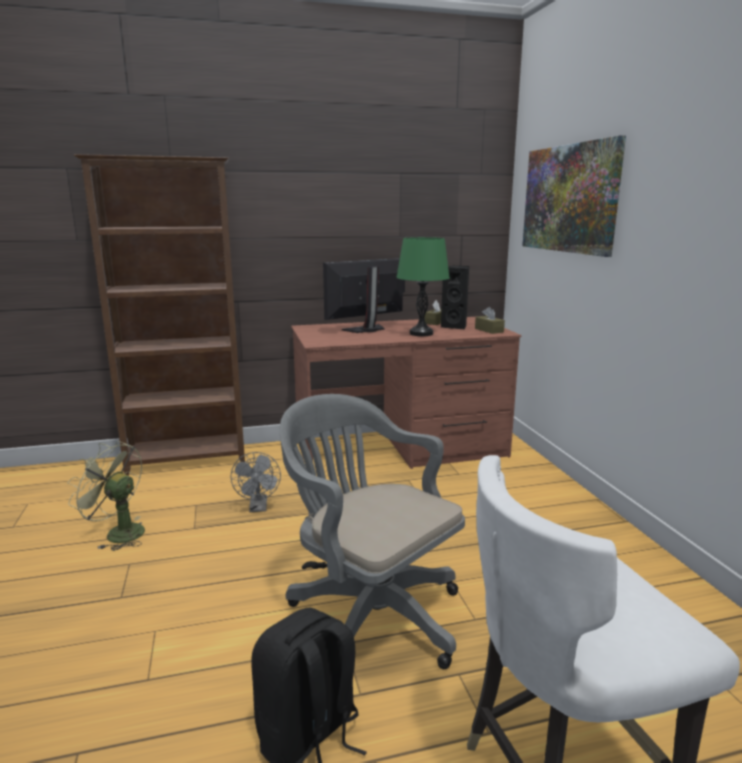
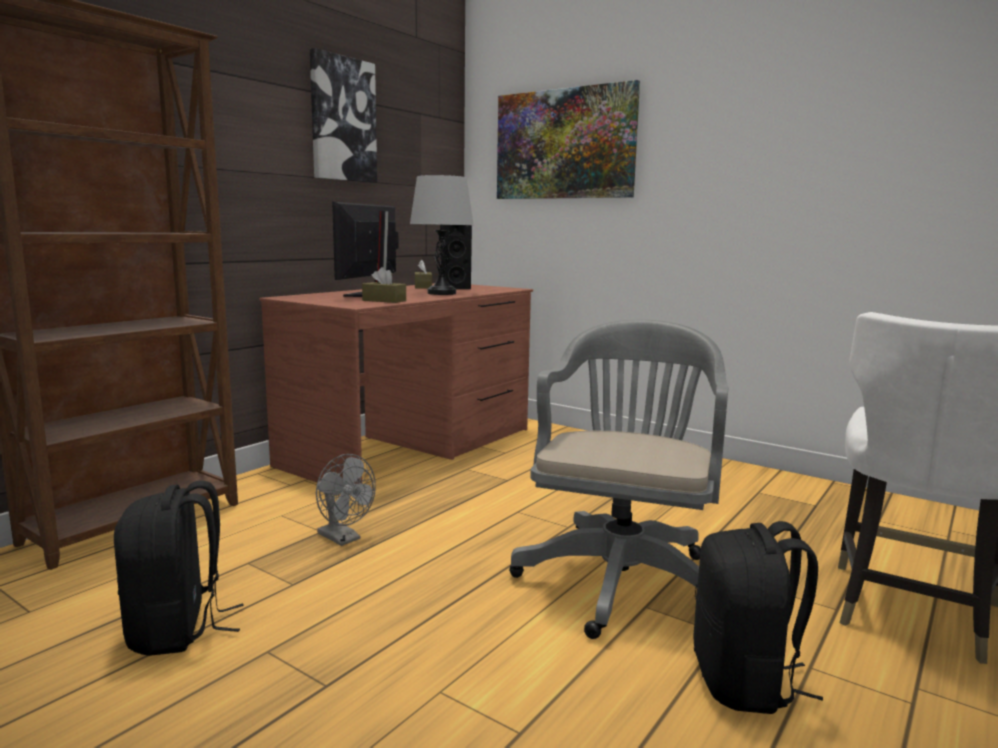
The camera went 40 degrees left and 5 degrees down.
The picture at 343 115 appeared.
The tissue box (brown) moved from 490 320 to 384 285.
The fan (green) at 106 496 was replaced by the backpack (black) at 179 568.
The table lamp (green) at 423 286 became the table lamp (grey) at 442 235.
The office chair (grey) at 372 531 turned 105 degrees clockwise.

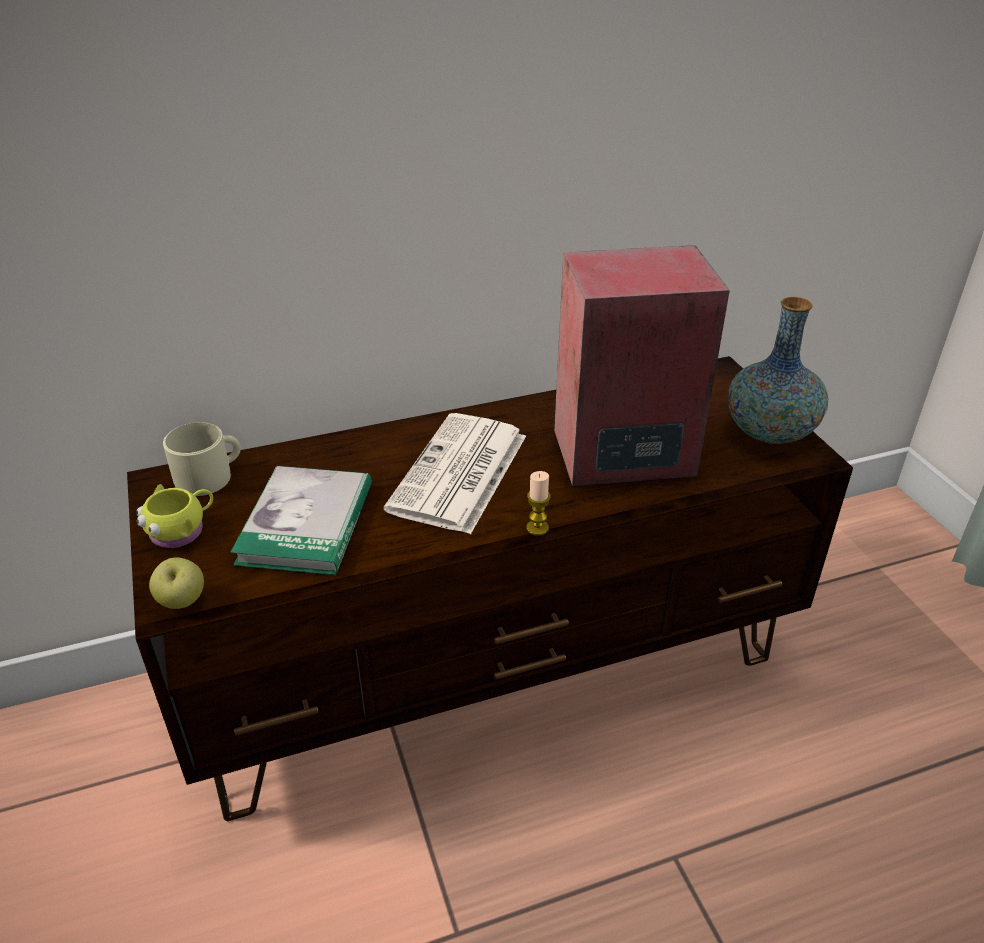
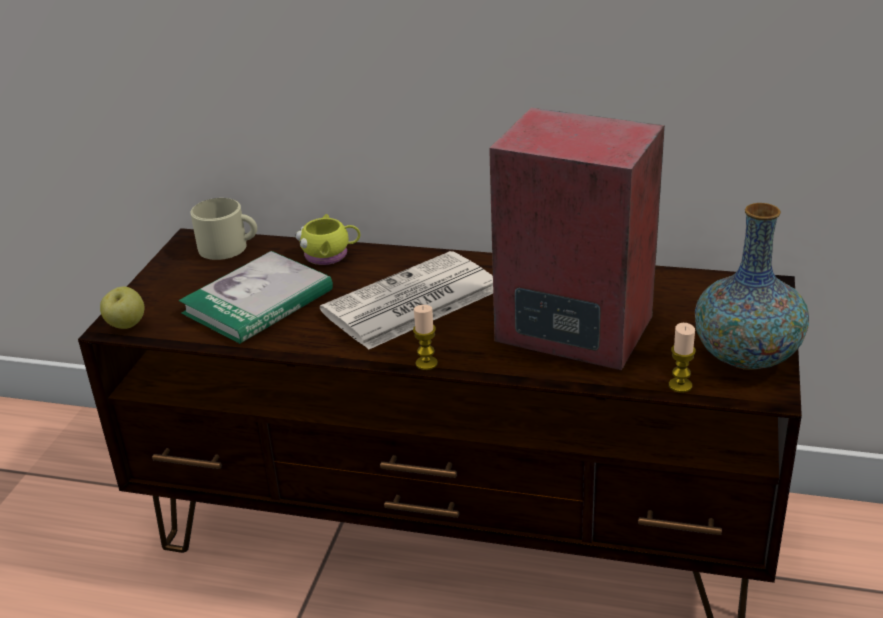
The camera went 35 degrees right and 5 degrees down.
The candle at 682 358 appeared.
The mug (yellow) moved from 174 516 to 328 239.

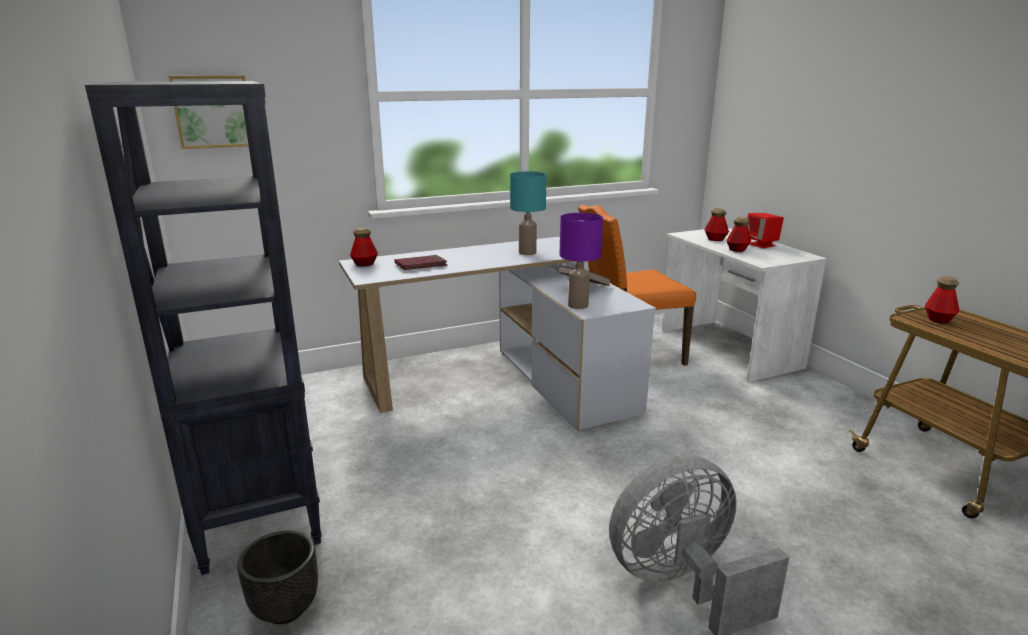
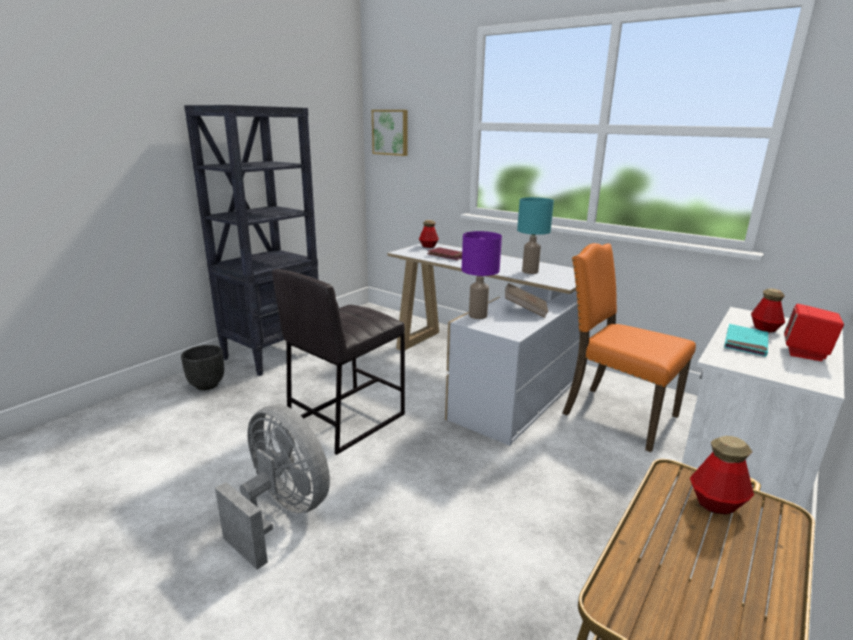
The camera went 60 degrees right and 0 degrees up.
The stool (grey) at 338 362 appeared.
The bottle at 738 234 was replaced by the book (turquoise) at 746 340.

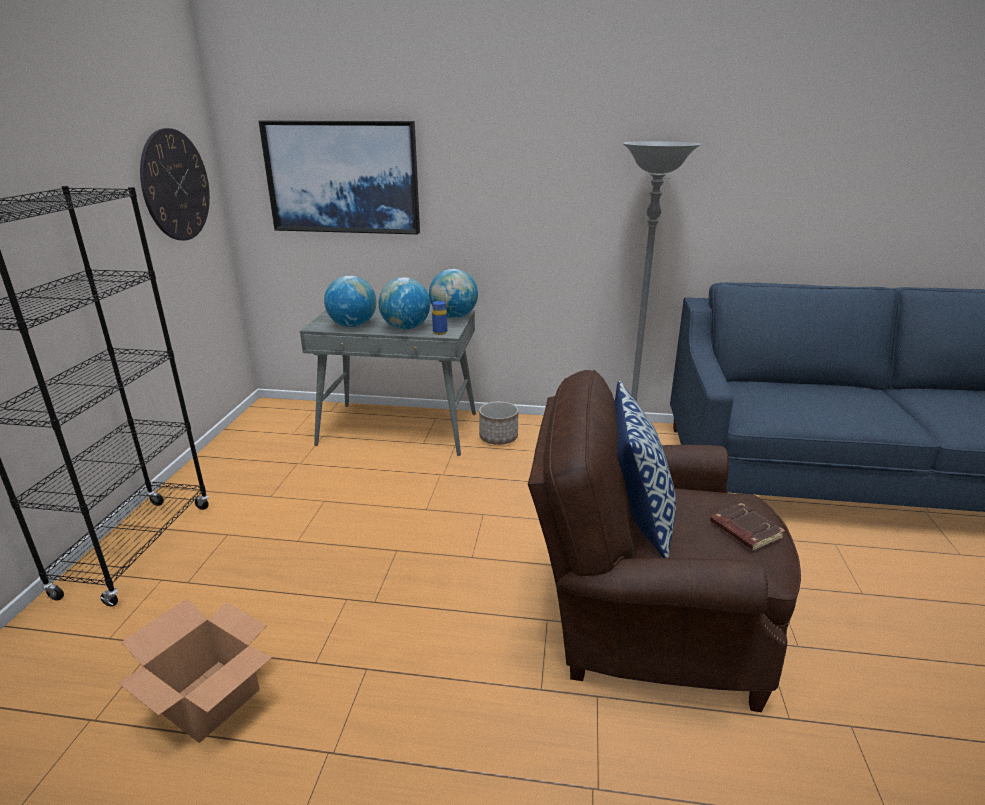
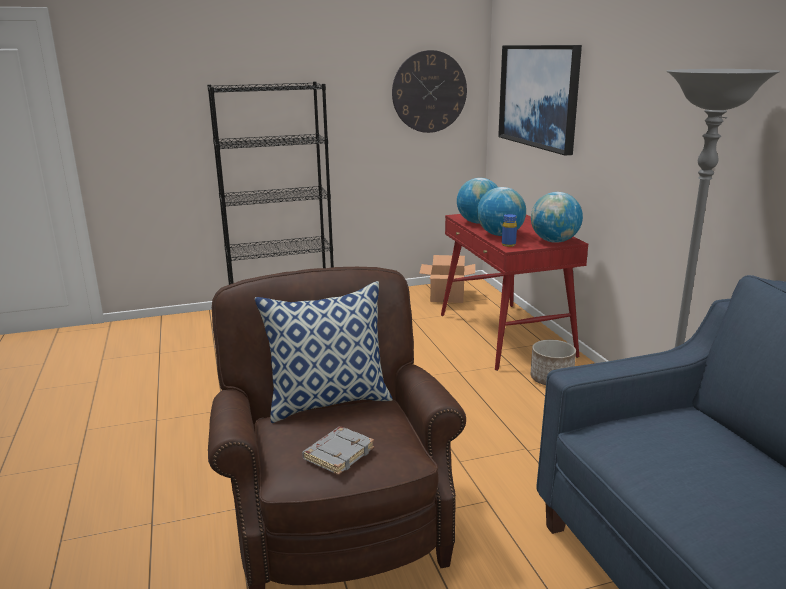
The camera went 65 degrees right and 5 degrees down.
The cardboard box moved from 194 670 to 447 279.
The desk (grey) at 388 381 became the desk (red) at 514 292.
The book (brown) at 747 527 became the book (grey) at 338 450.

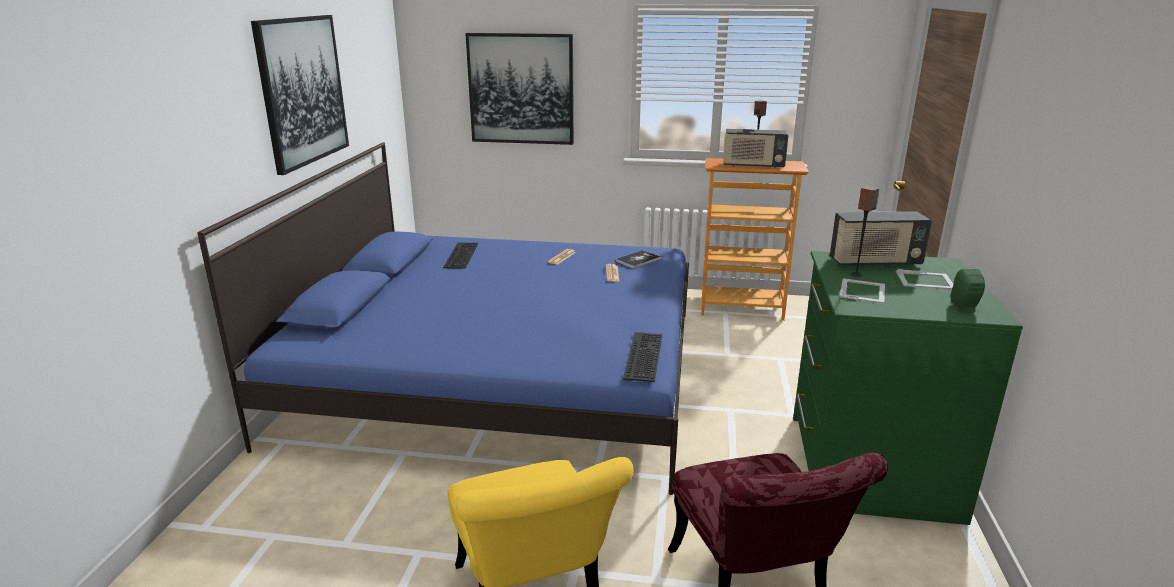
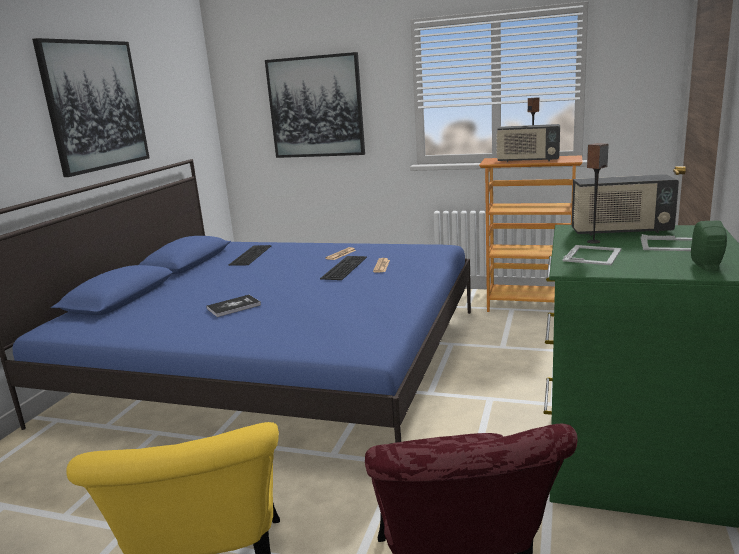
The camera went 10 degrees right and 5 degrees down.
The book moved from 638 259 to 233 306.
The keyboard moved from 643 357 to 343 268.

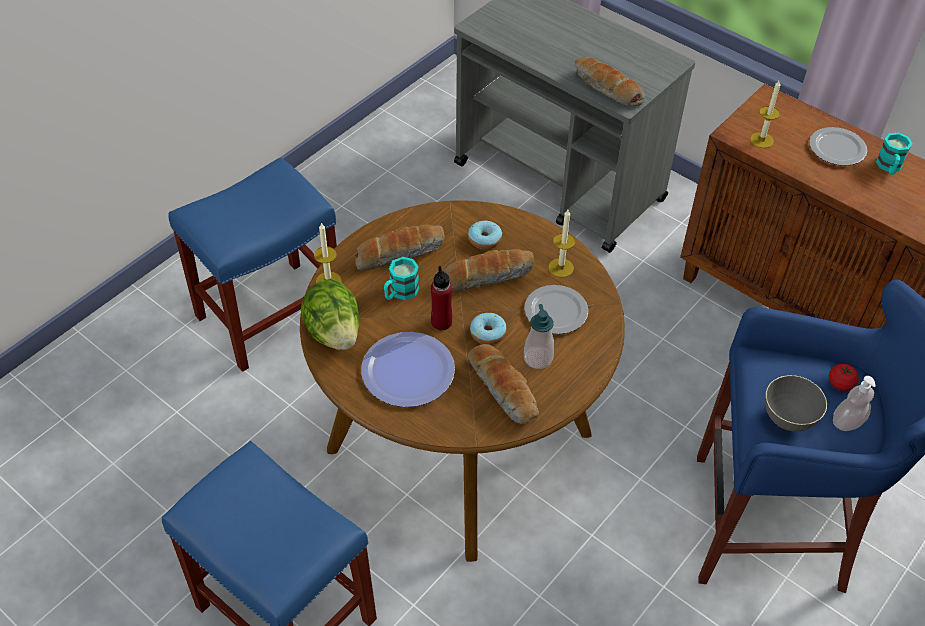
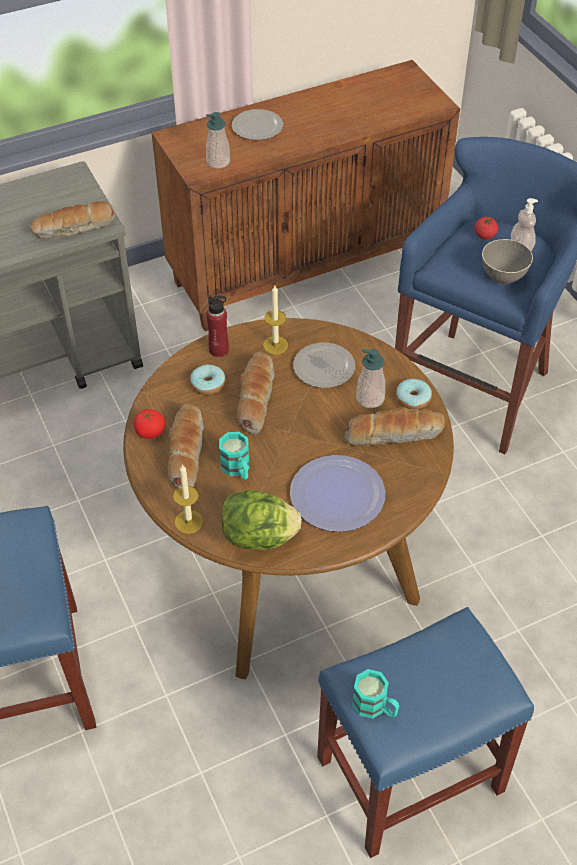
The camera went 65 degrees left and 0 degrees up.
The tomato at 149 424 appeared.
The bottle (red) moved from 441 298 to 217 326.
The donut moved from 488 329 to 414 394.
The mug (turquoise) moved from 894 154 to 375 694.
The candle at 765 113 was replaced by the soap dispenser at 218 140.

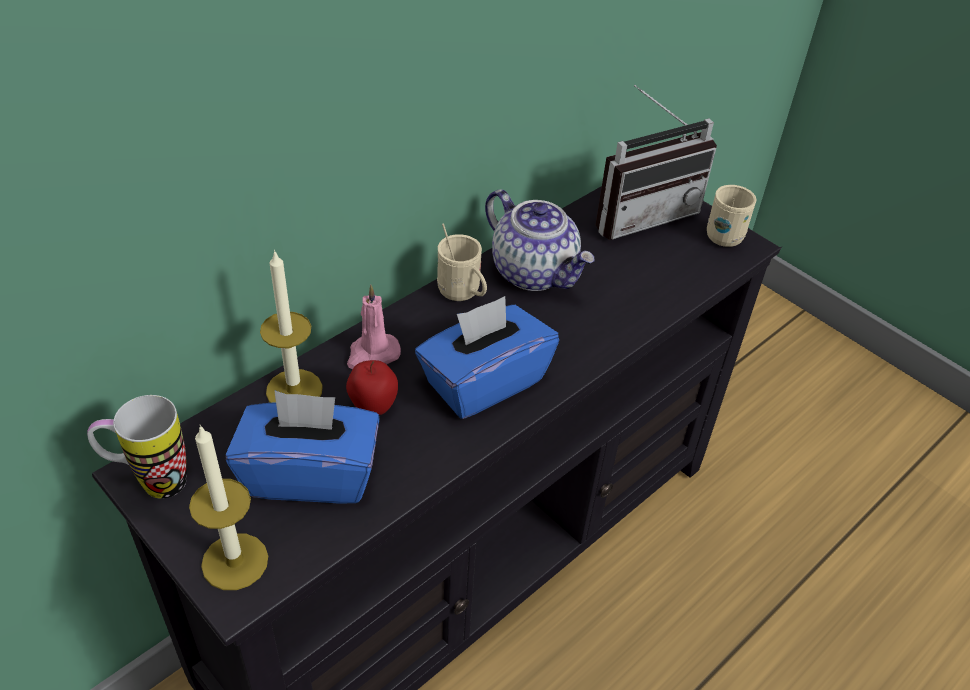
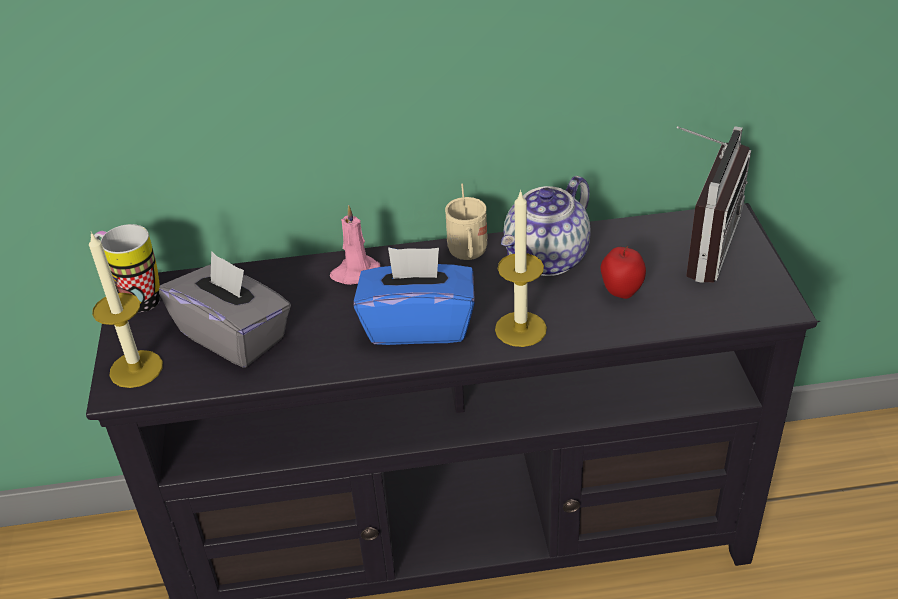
The camera went 40 degrees right and 5 degrees down.
The mug (beige) at 731 216 disappeared.
The candle moved from 291 326 to 521 268.
The apple moved from 372 387 to 623 272.
The tissue box (blue) at 303 447 became the tissue box (grey) at 225 309.
The teapot at 539 240 turned 45 degrees clockwise.
The radio at 656 162 turned 75 degrees counterclockwise.

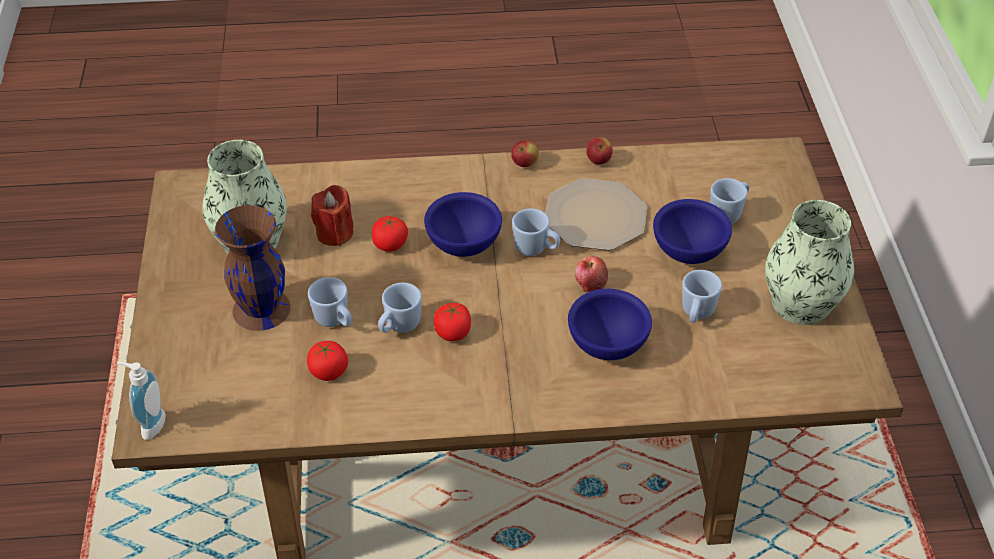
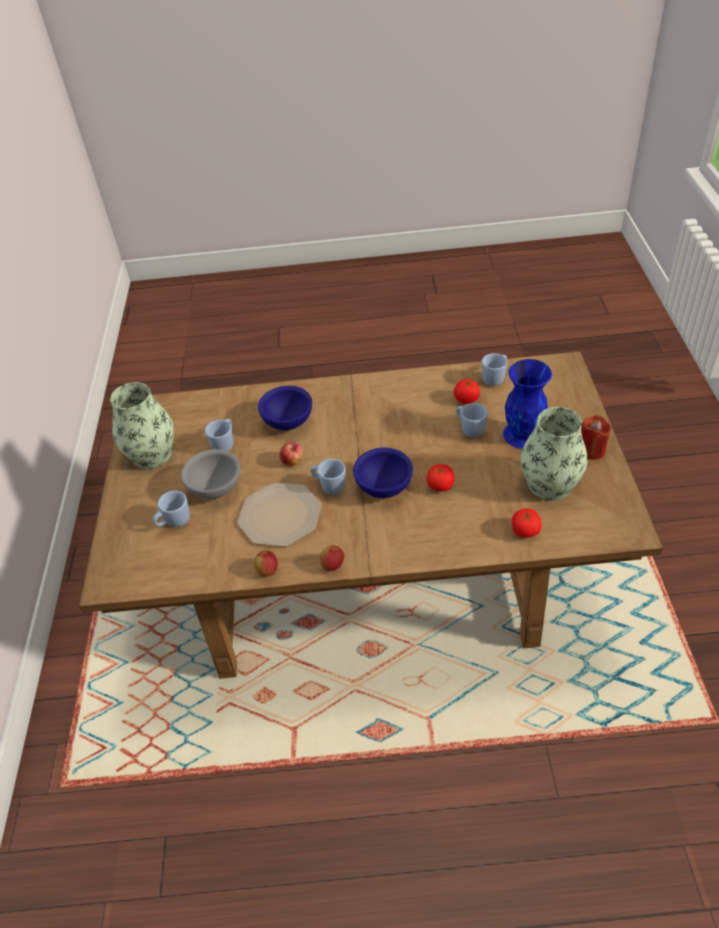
The camera went 175 degrees left and 0 degrees up.
The soap dispenser at 141 401 disappeared.
The candle (red) moved from 332 215 to 596 437.
The mug (blue) moved from 400 308 to 494 369.
The tomato moved from 452 322 to 526 523.
The vase (brown) at 253 268 became the vase (blue) at 527 404.
The bowl (blue) at 692 231 became the bowl (grey) at 210 474.

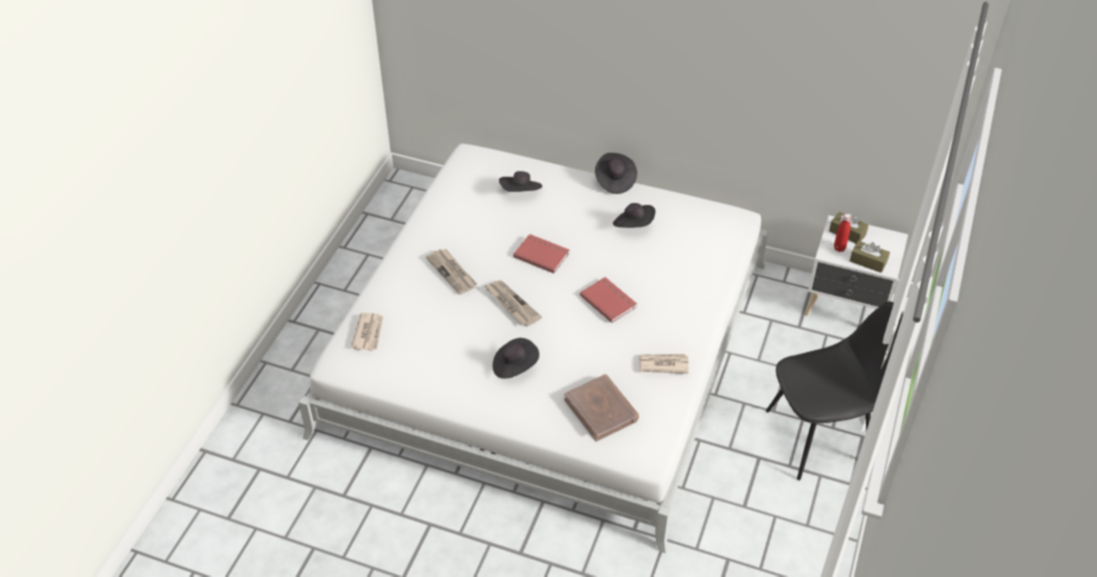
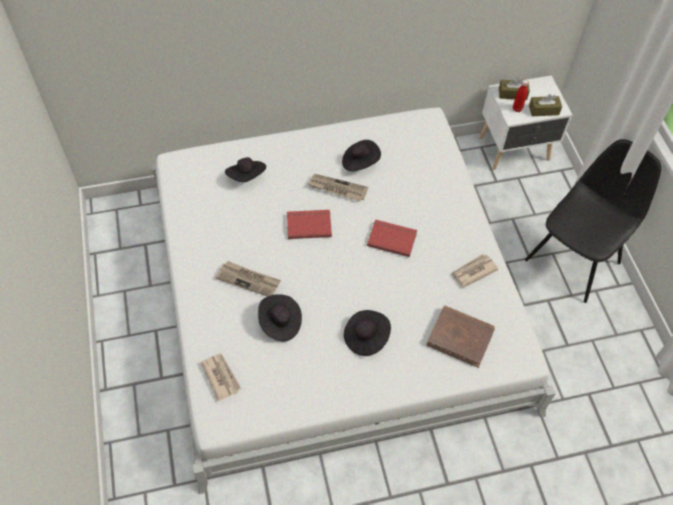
The camera went 35 degrees left and 10 degrees up.
The newspaper moved from 513 303 to 338 187.
The hat (black) moved from 616 173 to 280 317.

